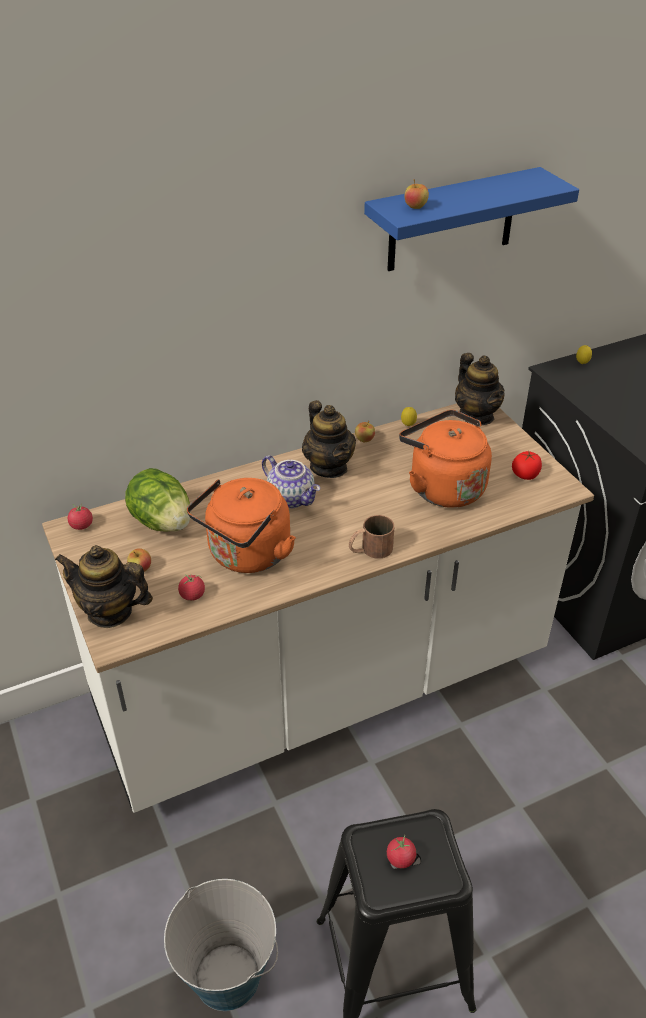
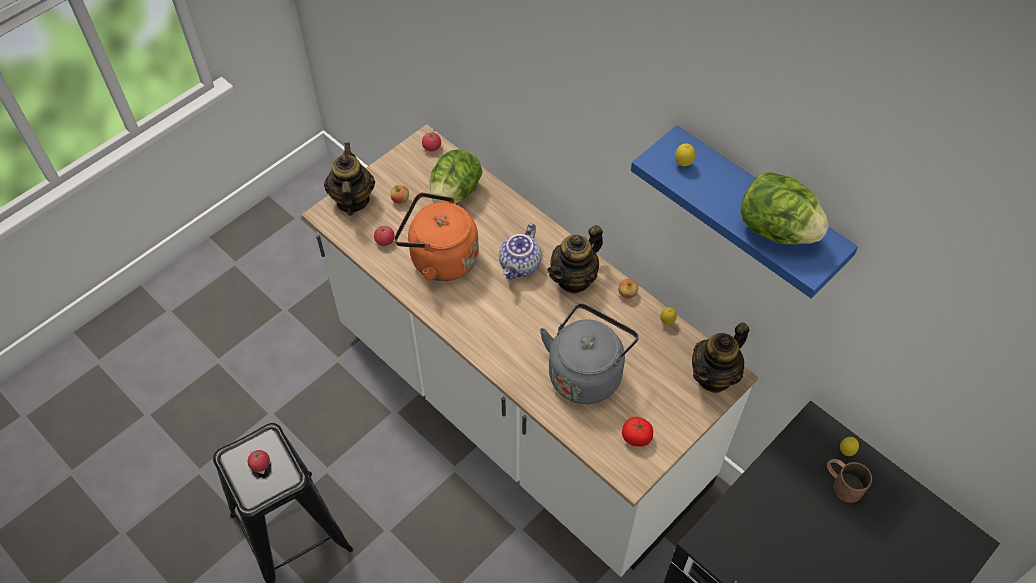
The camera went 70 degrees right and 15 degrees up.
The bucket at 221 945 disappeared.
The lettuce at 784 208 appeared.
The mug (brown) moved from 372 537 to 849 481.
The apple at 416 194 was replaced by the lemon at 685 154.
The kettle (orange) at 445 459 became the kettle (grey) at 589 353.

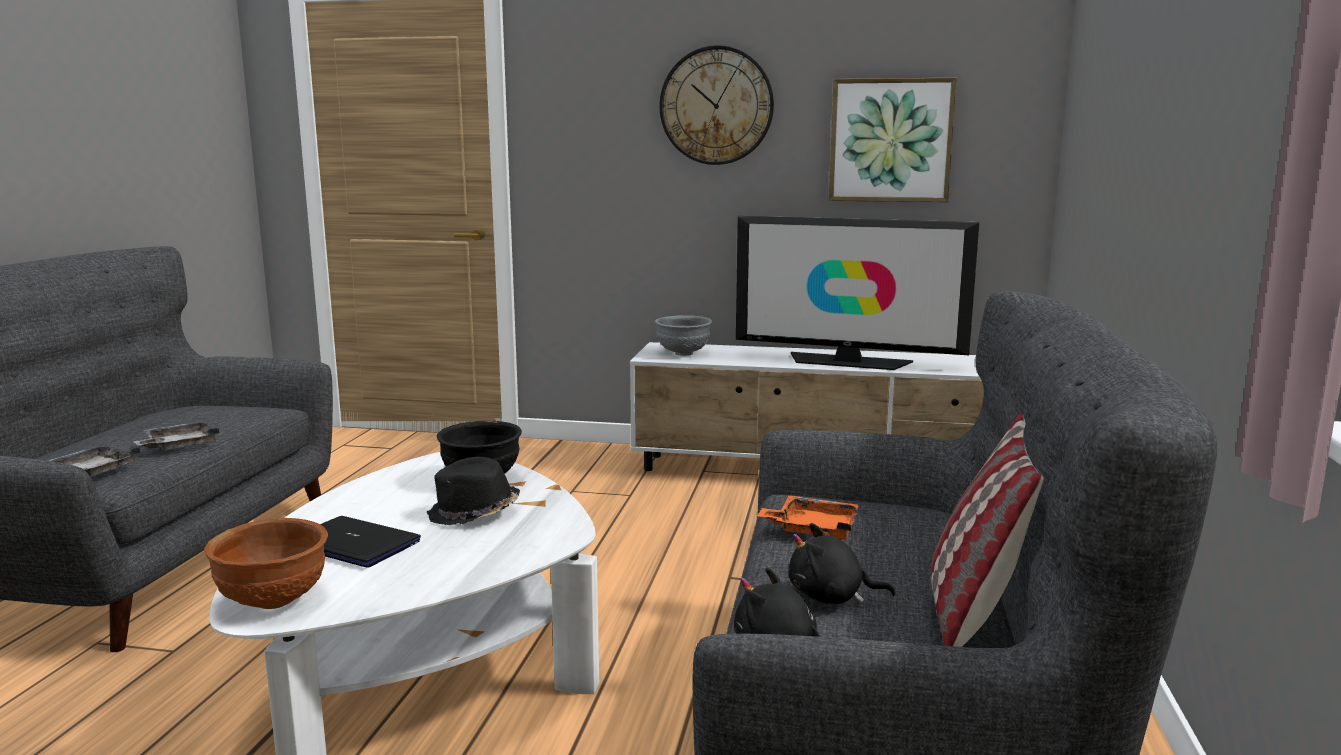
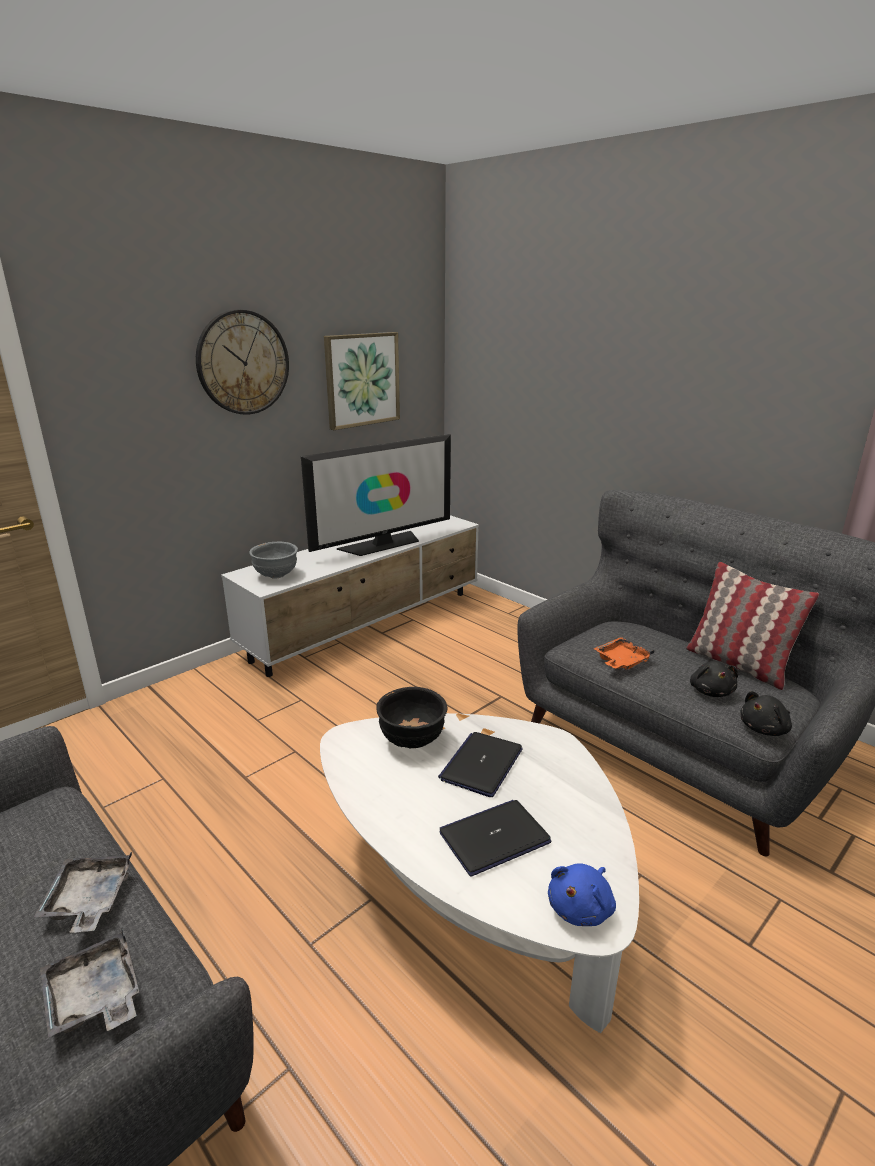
The camera went 55 degrees left and 10 degrees up.
The bowl (brown) at 266 563 was replaced by the plush toy (blue) at 582 894.
The hat (black) at 473 491 was replaced by the laptop at 480 764.
The plush toy (black) at 842 563 turned 45 degrees counterclockwise.

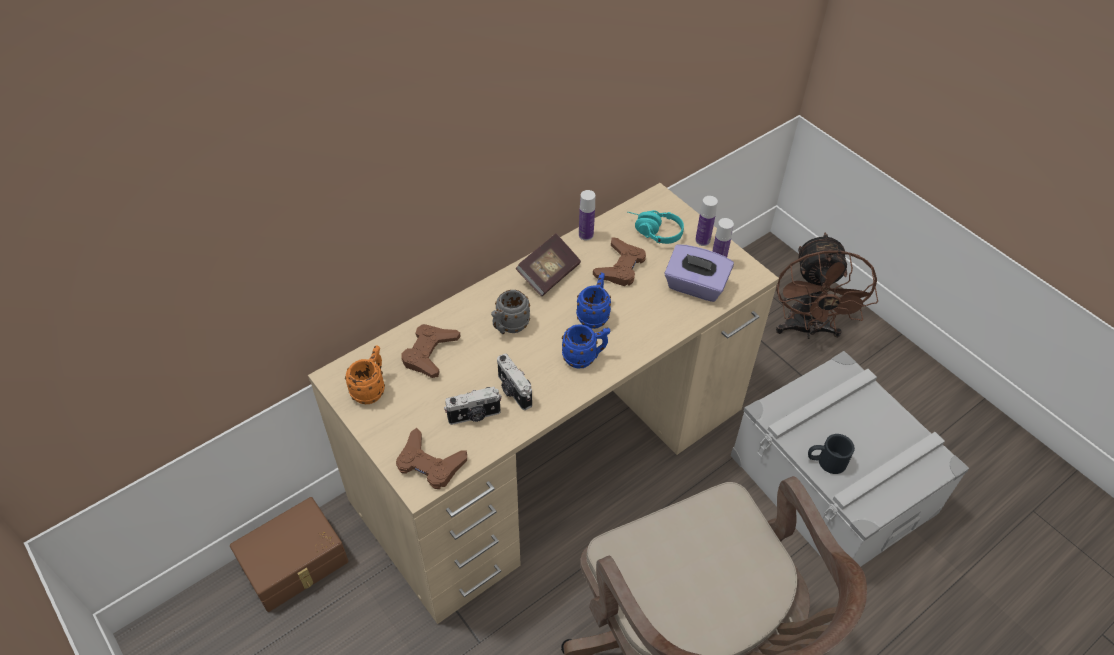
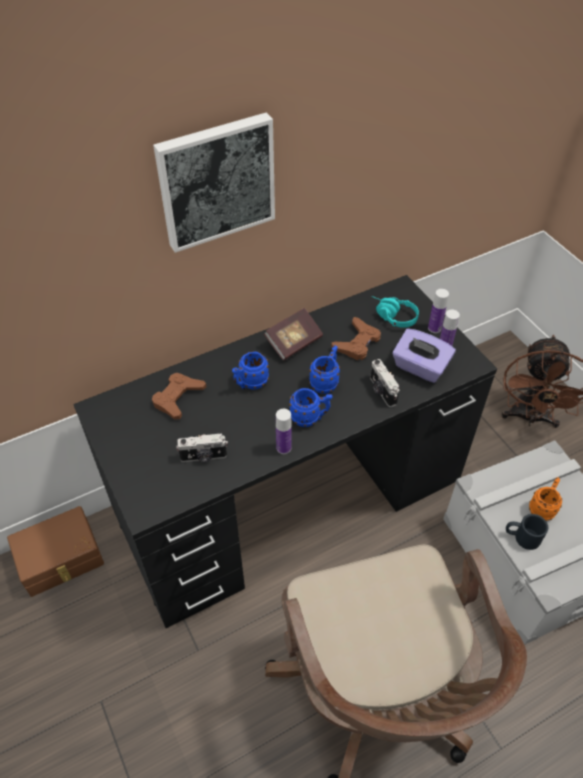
The camera went 10 degrees right and 0 degrees up.
The game controller (brown) at 431 458 disappeared.
The picture at 214 183 appeared.
The mug (orange) moved from 365 375 to 545 499.
The photo camera moved from 514 382 to 384 383.
The bottle moved from 587 215 to 284 431.
The desk (beige) at 543 403 became the desk (black) at 285 451.
The mug (grey) at 510 312 became the mug (blue) at 250 370.

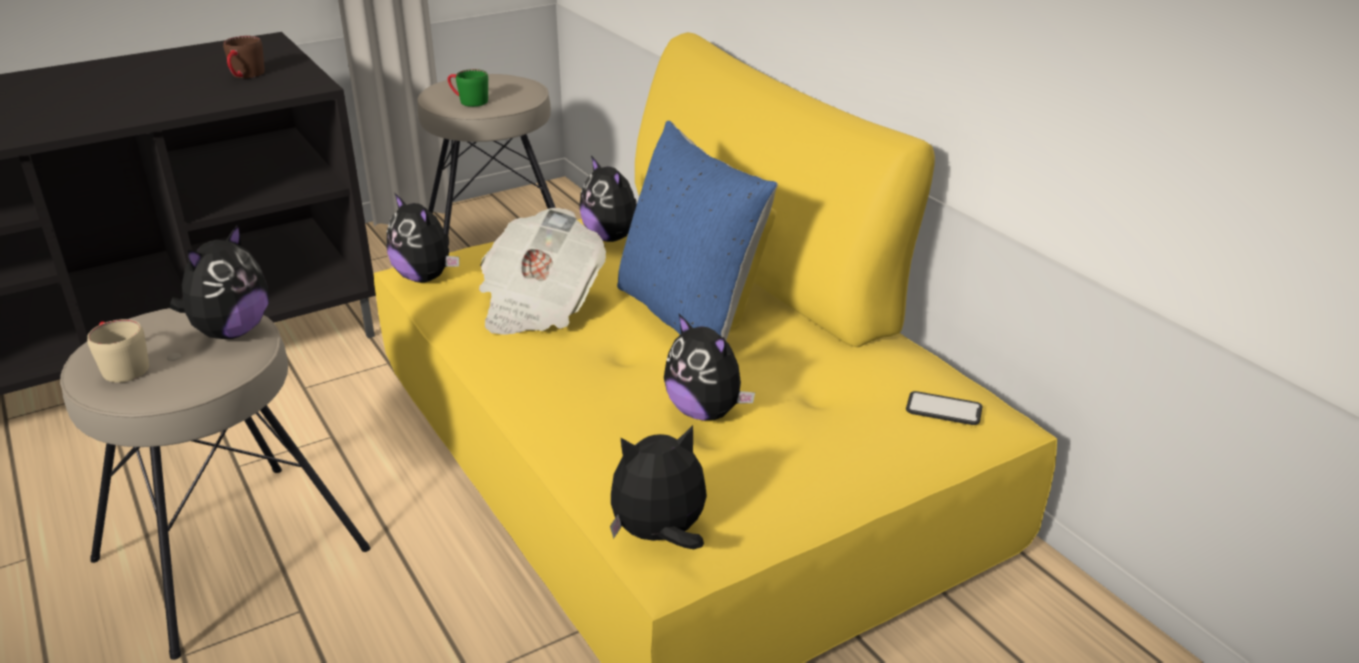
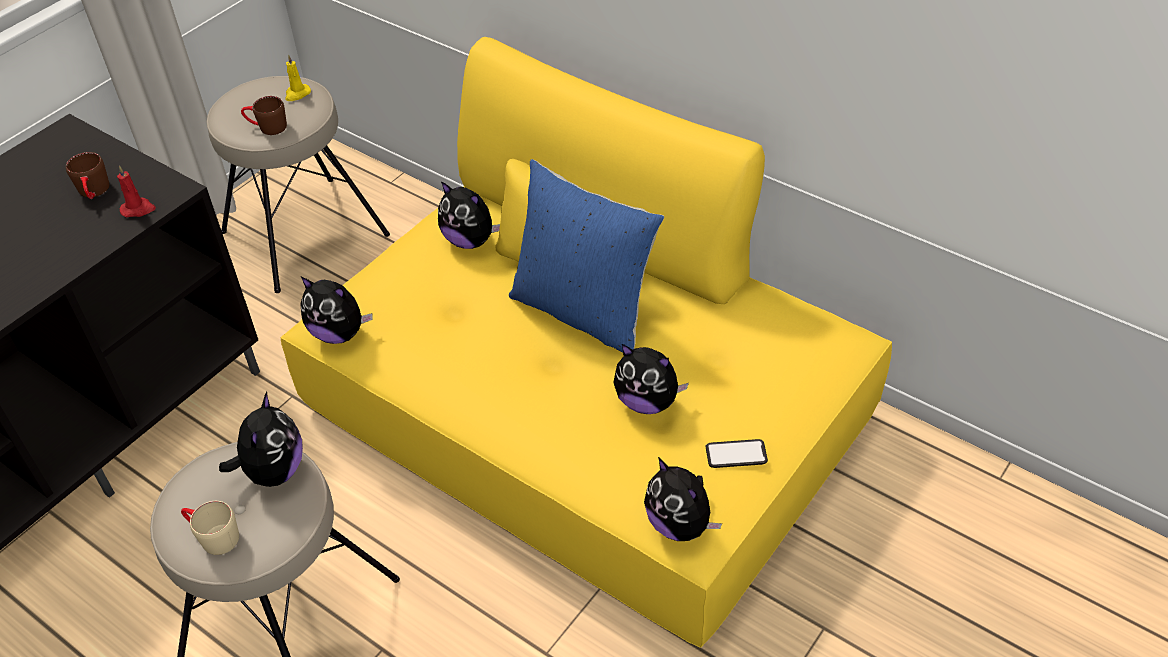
The camera went 20 degrees left and 15 degrees up.
The newspaper at 542 271 disappeared.
The candle (red) at 136 191 appeared.
The candle (yellow) at 298 77 appeared.
The phone moved from 944 408 to 736 453.
The mug (green) at 468 88 became the mug (brown) at 264 115.
The plush toy at 658 487 turned 90 degrees counterclockwise.

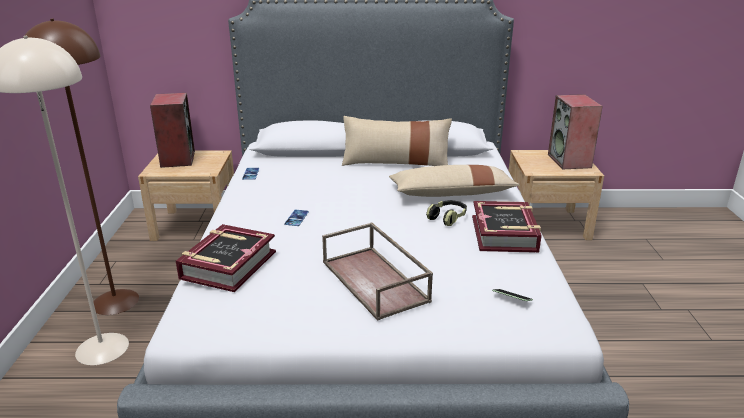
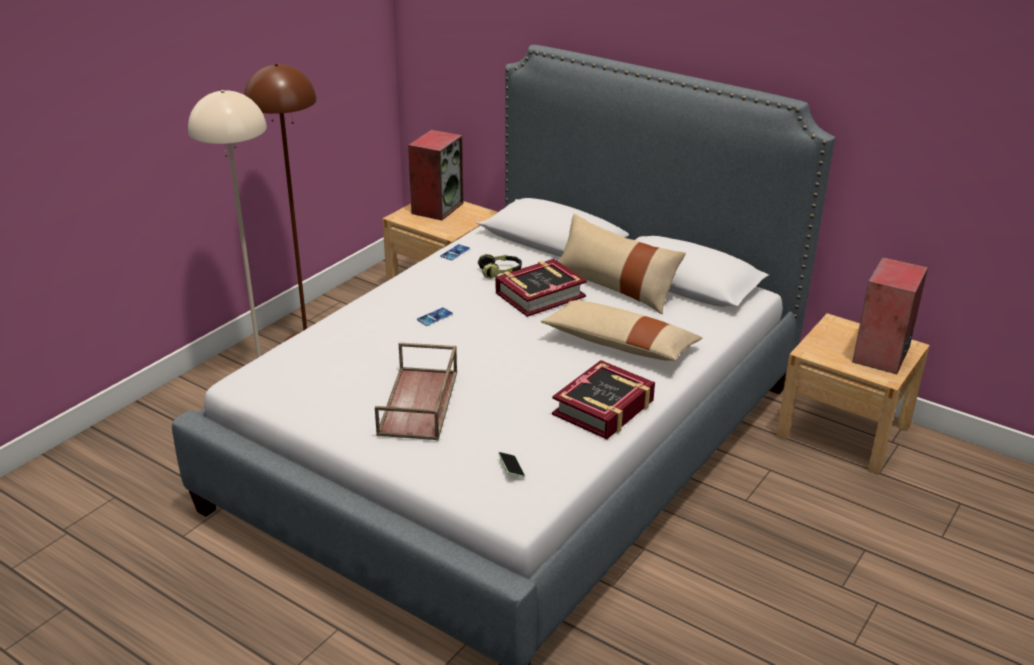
The camera went 35 degrees right and 5 degrees up.
The book moved from 226 258 to 541 288.
The headphones moved from 446 213 to 500 266.

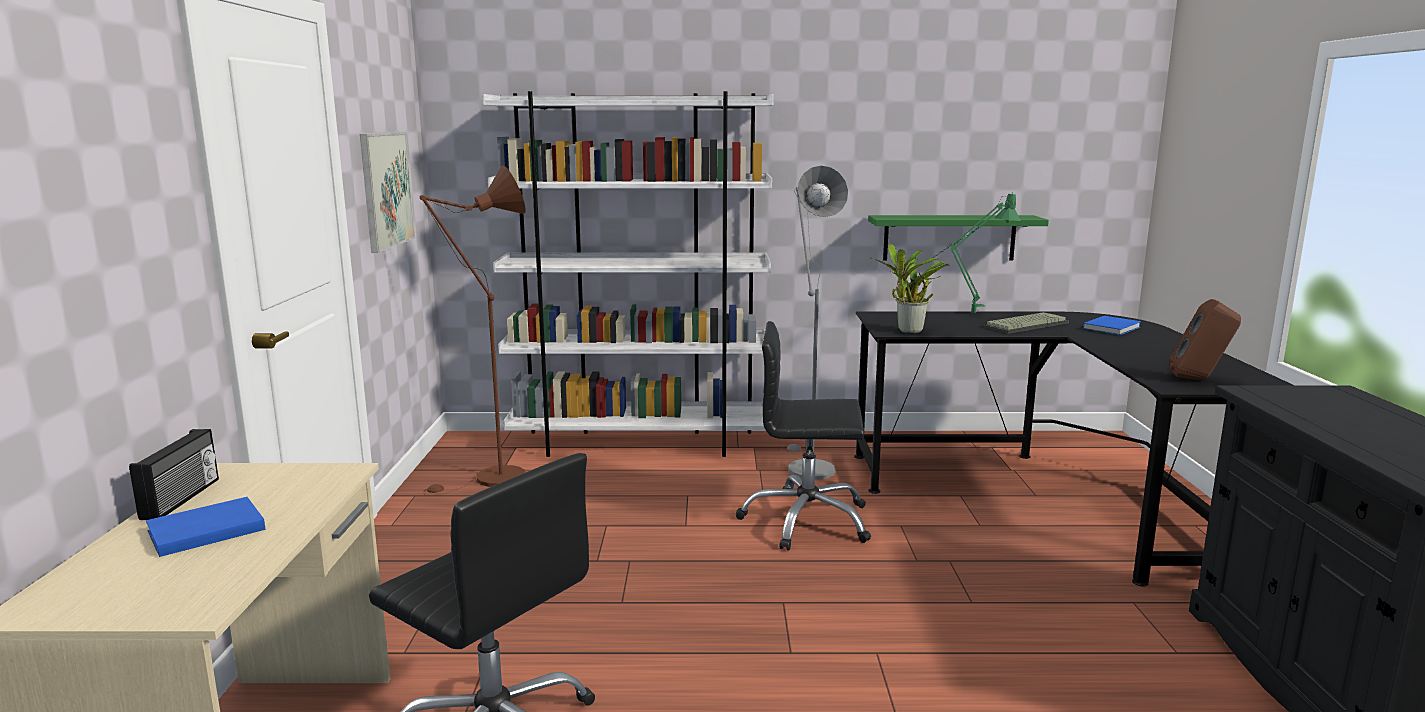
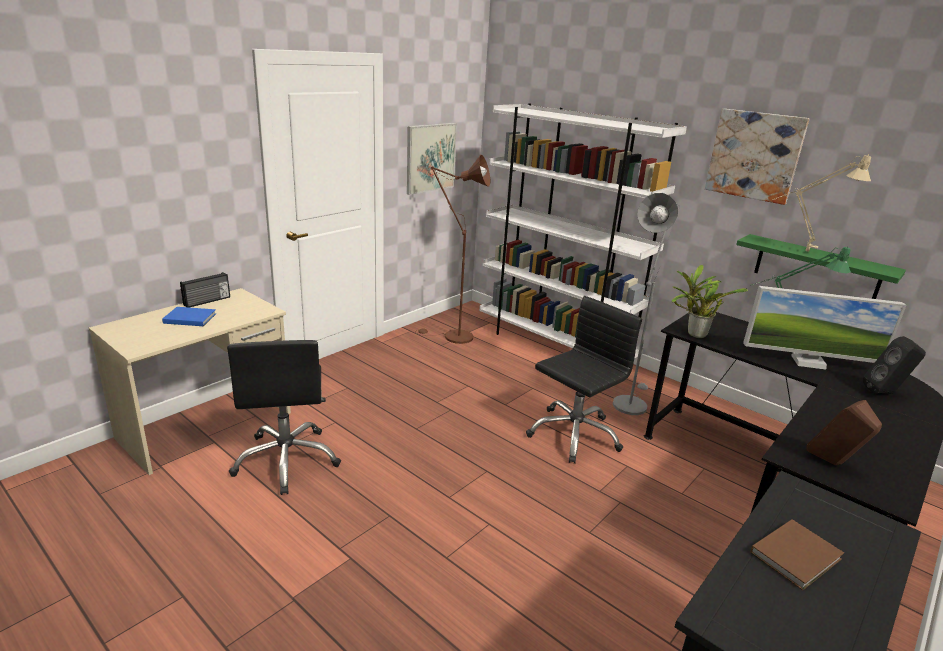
The camera went 40 degrees right and 10 degrees up.
The picture at 757 157 appeared.
The book (brown) at 797 554 appeared.
The table lamp (beige) at 823 203 appeared.
The keyboard at 1026 323 was replaced by the monitor at 824 328.
The book (blue) at 1112 325 was replaced by the speaker (black) at 894 365.
The office chair (black) at 803 436 turned 90 degrees clockwise.

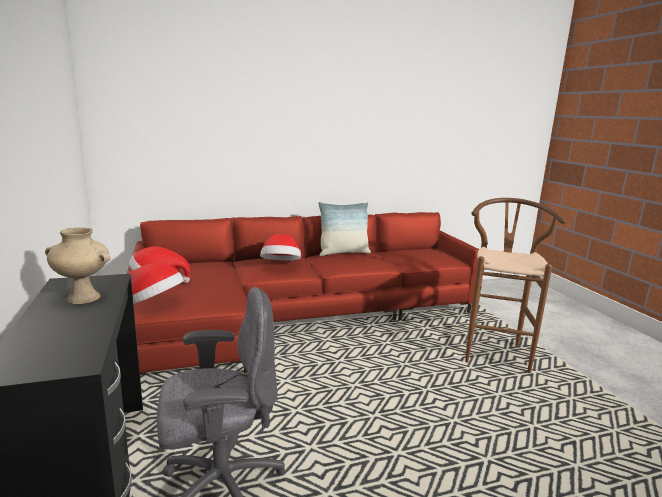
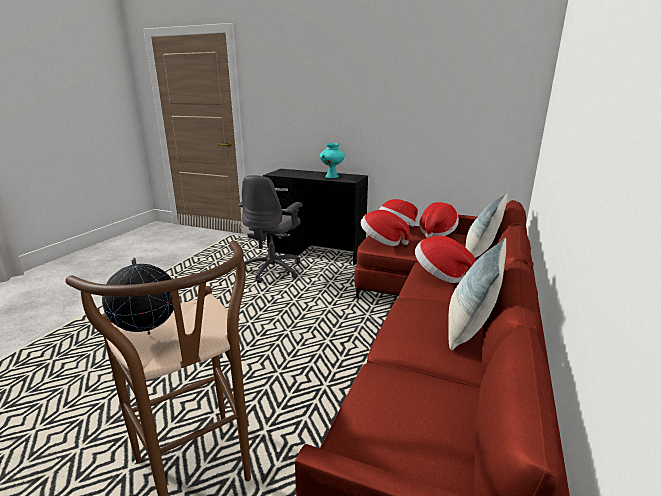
The camera went 130 degrees right and 5 degrees up.
The globe at 138 296 appeared.
The hat at 385 228 appeared.
The pillow at 487 225 appeared.
The vase (beige) at 77 265 became the vase (turquoise) at 332 160.

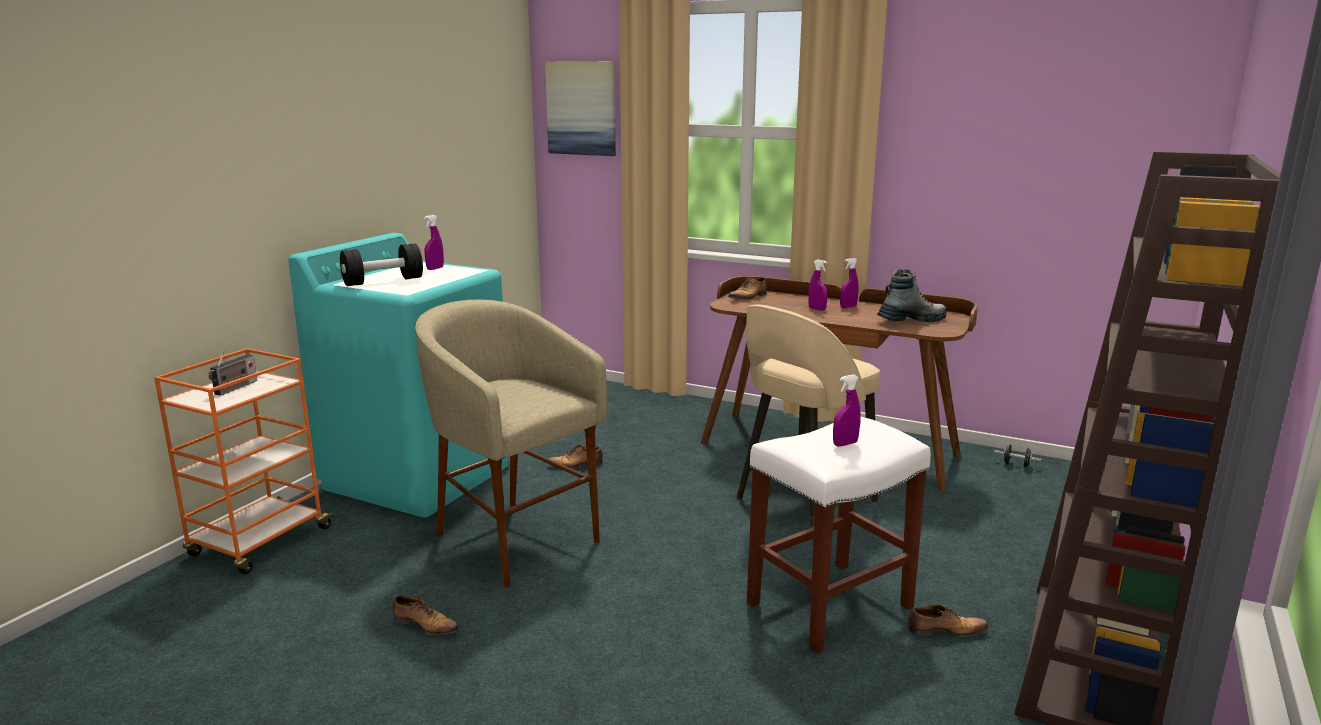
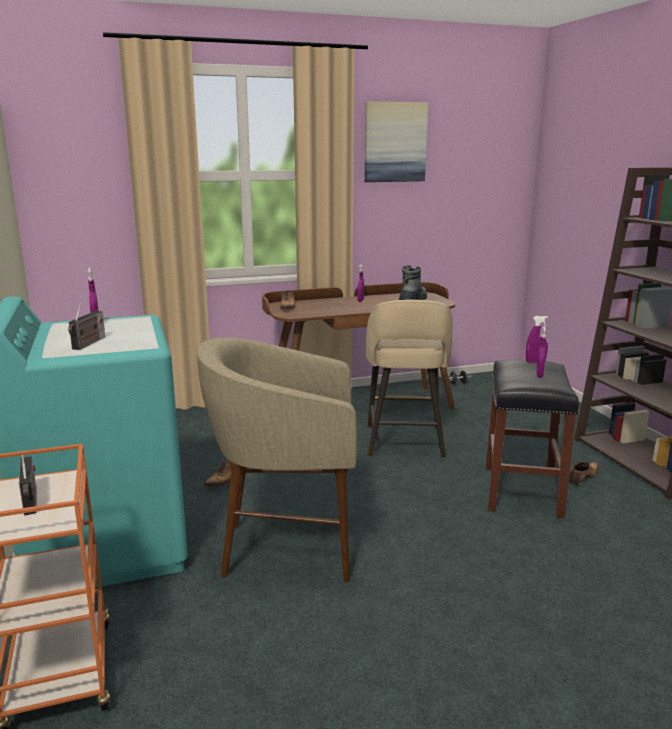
The camera went 45 degrees left and 0 degrees up.
The shoe at 426 615 disappeared.
The picture moved from 580 108 to 396 141.
The spray bottle (purple) moved from 818 285 to 537 339.
The dumbbell (black) at 381 265 was replaced by the radio at 86 326.
The stool (white) at 839 535 became the stool (black) at 532 438.

